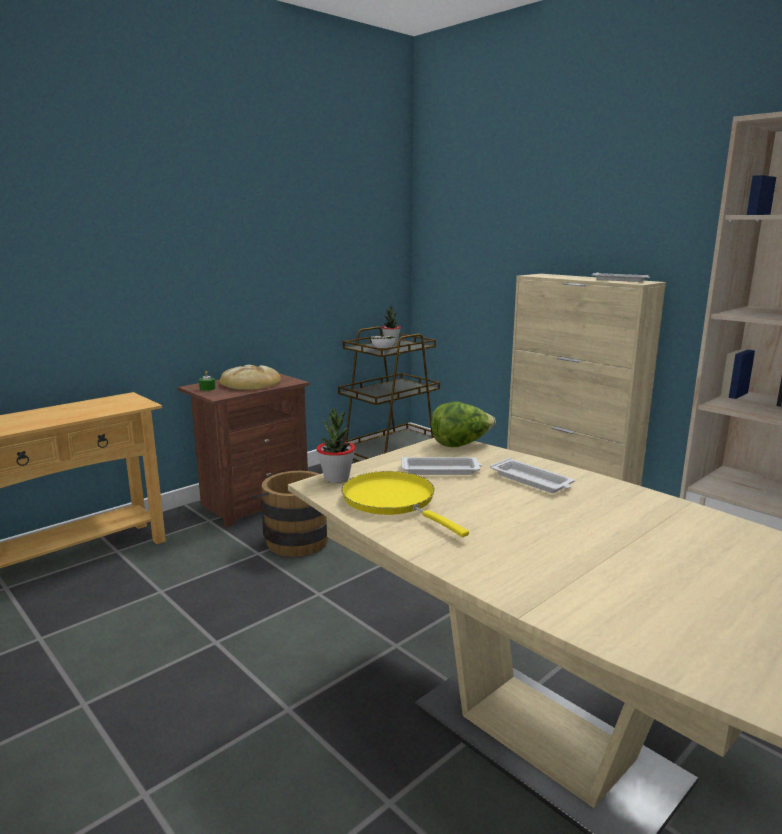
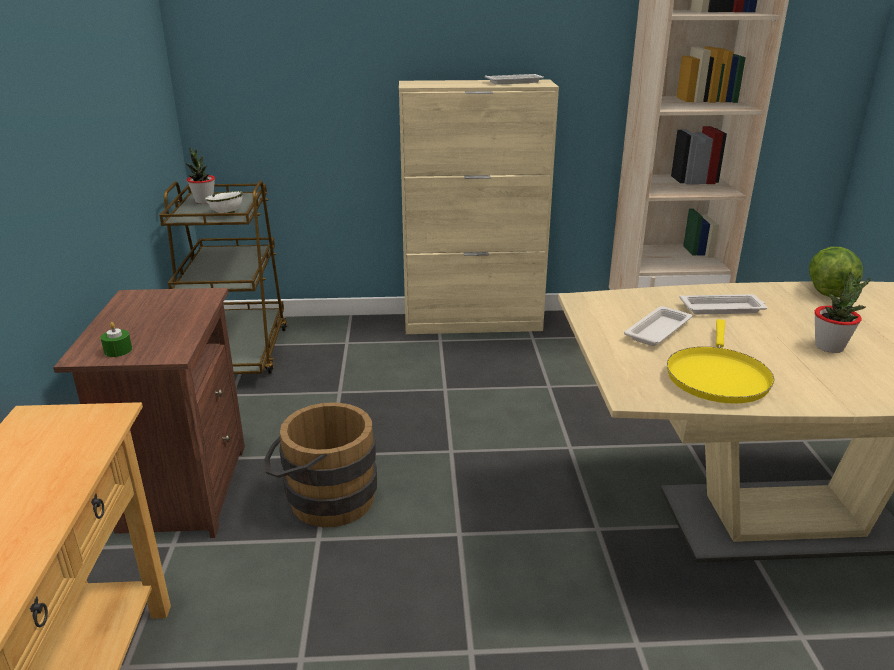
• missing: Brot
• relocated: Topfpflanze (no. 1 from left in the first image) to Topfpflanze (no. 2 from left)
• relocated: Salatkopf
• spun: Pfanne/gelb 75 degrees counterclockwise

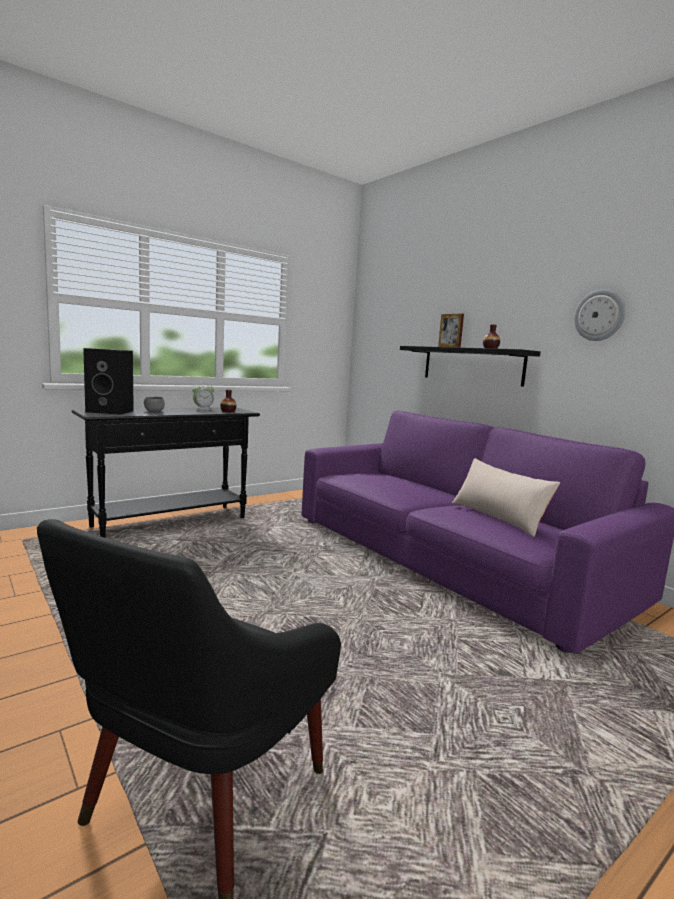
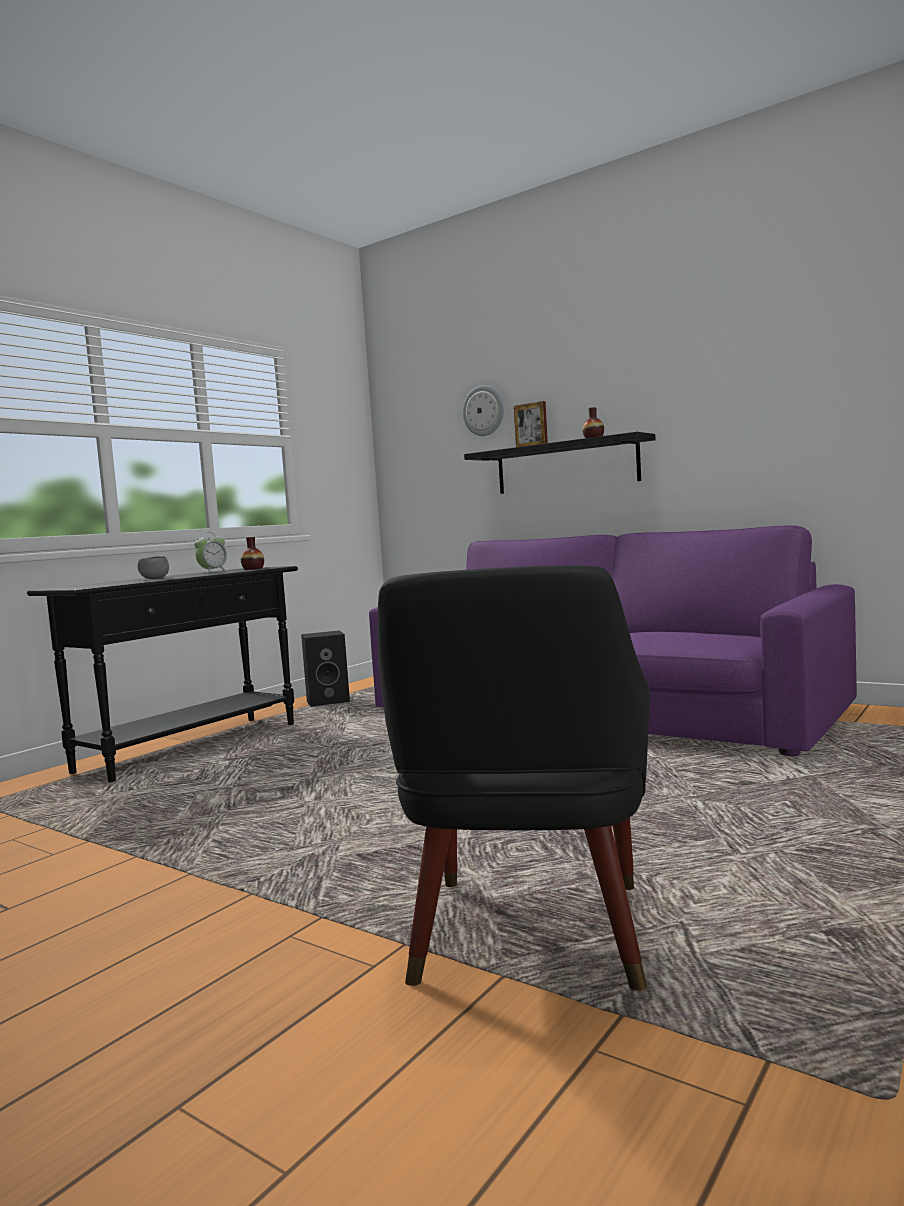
• missing: Kissen/beige
• relocated: Lautsprecher/schwarz
• relocated: Wanduhr

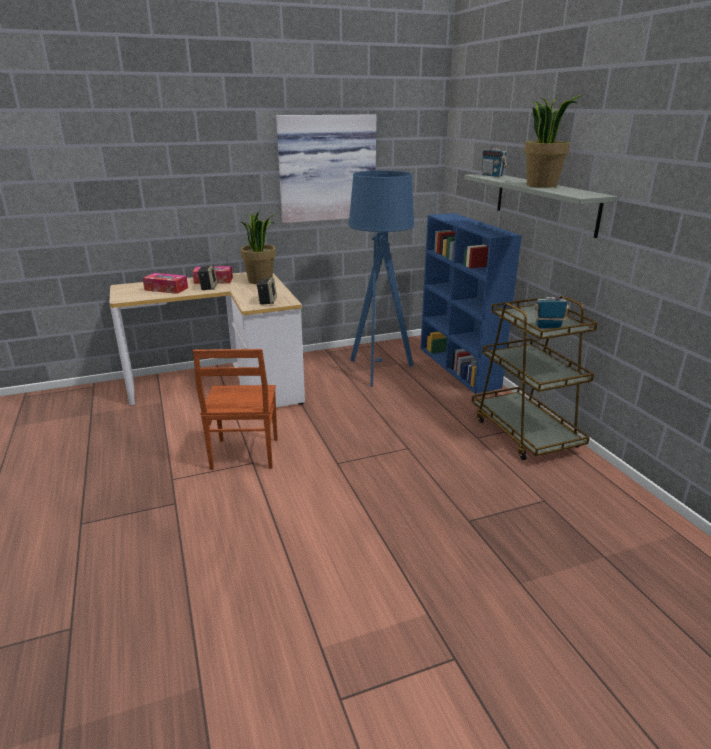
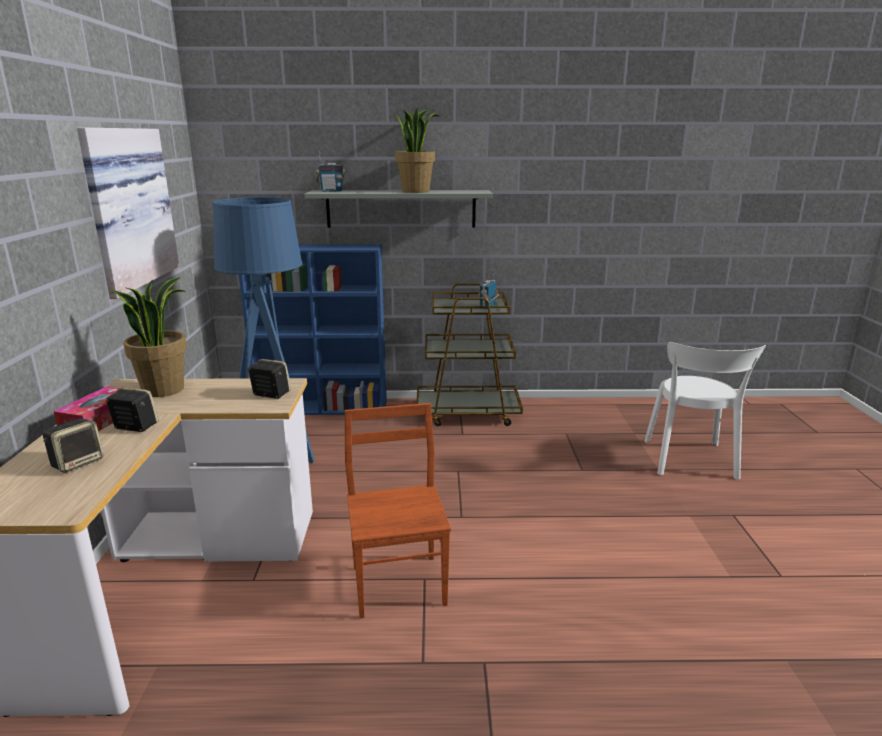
• appeared: Stuhl/weiß
• exchanged: Taschentuchbox (no. 1 from left) to Lautsprecher (no. 1 from left)
• spun: Stuhl/braun 120 degrees counterclockwise

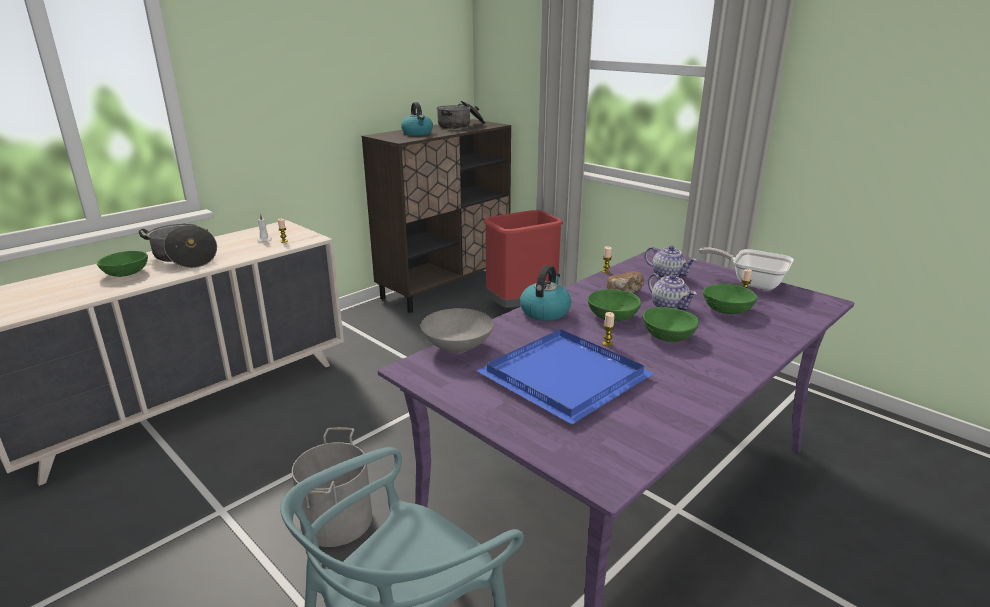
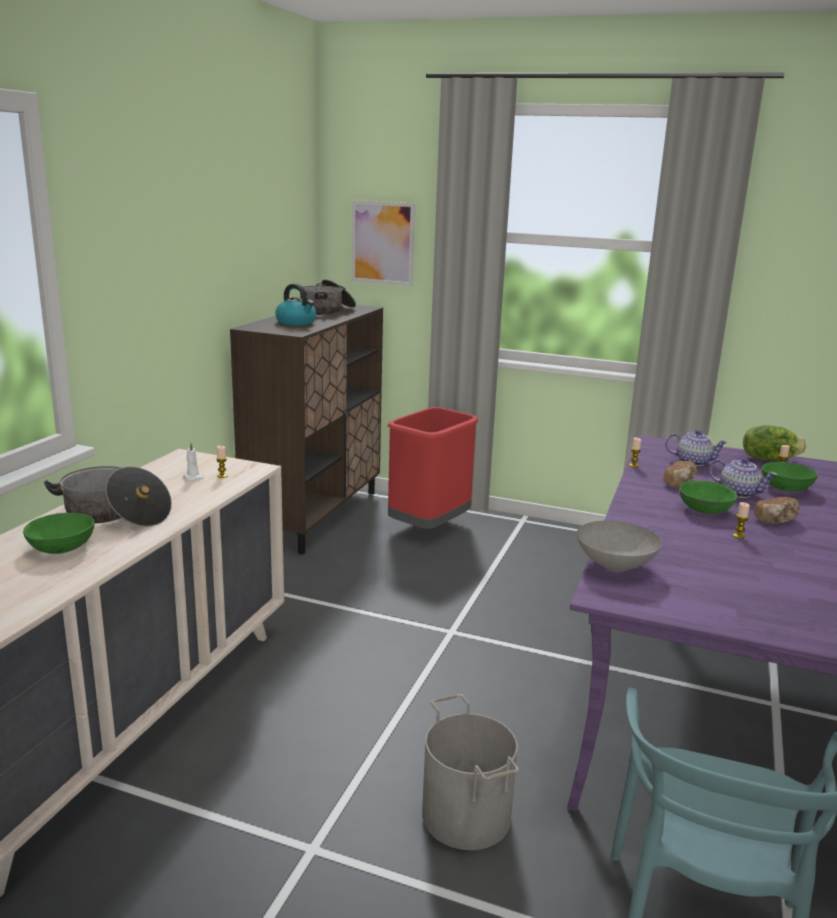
• missing: Tablett/blau
• missing: Wasserkessel (no. 2 from left)
• appeared: Bild
• exchanged: Schüssel/grün (no. 3 from left) to Brot (no. 2 from left)
• exchanged: Pfanne to Salatkopf

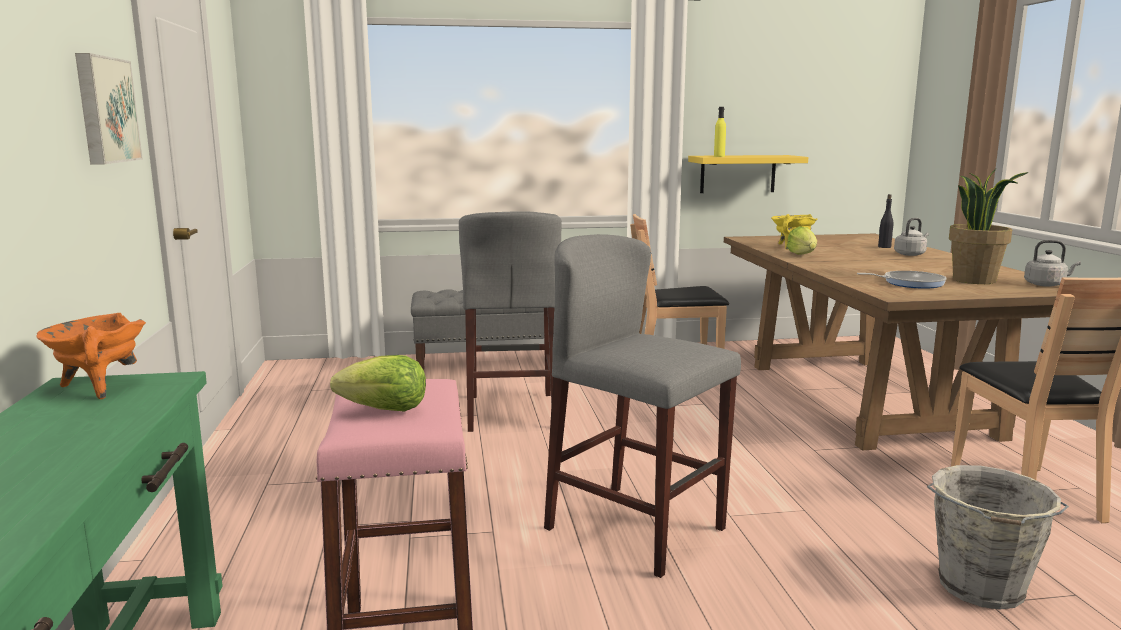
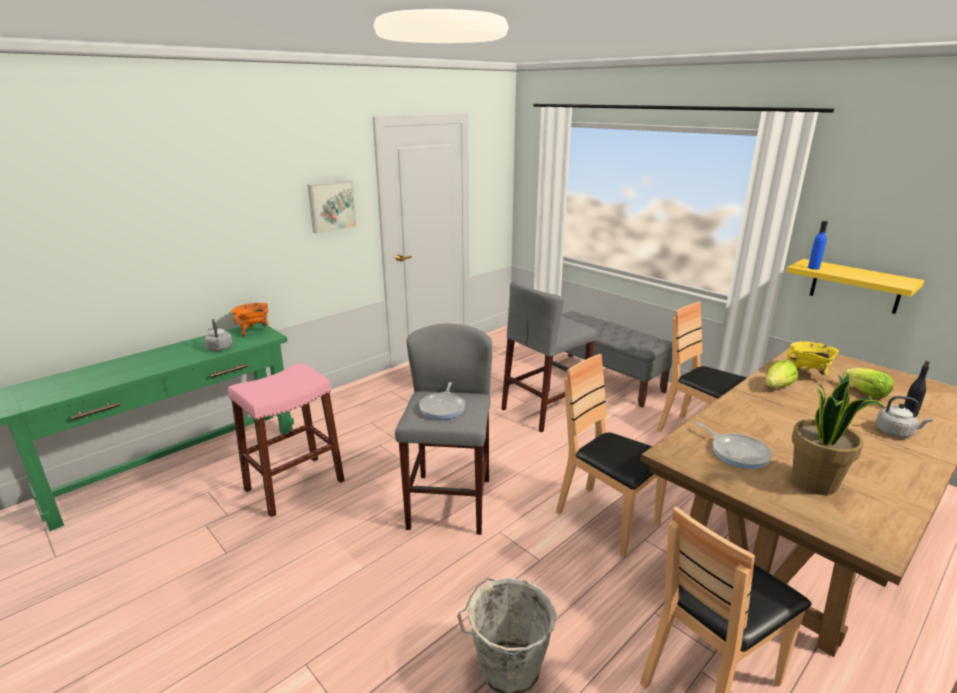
• appeared: Pfanne (no. 1 from left)
• appeared: Stuhl/braun (no. 1 from left)
• relocated: Salatkopf (no. 1 from left in the first image) to Salatkopf (no. 2 from left)
• relocated: Wasserkessel/grau (no. 2 from left in the first image) to Wasserkessel/grau (no. 1 from left)
• colour: Flasche/gelb to Flasche/blau

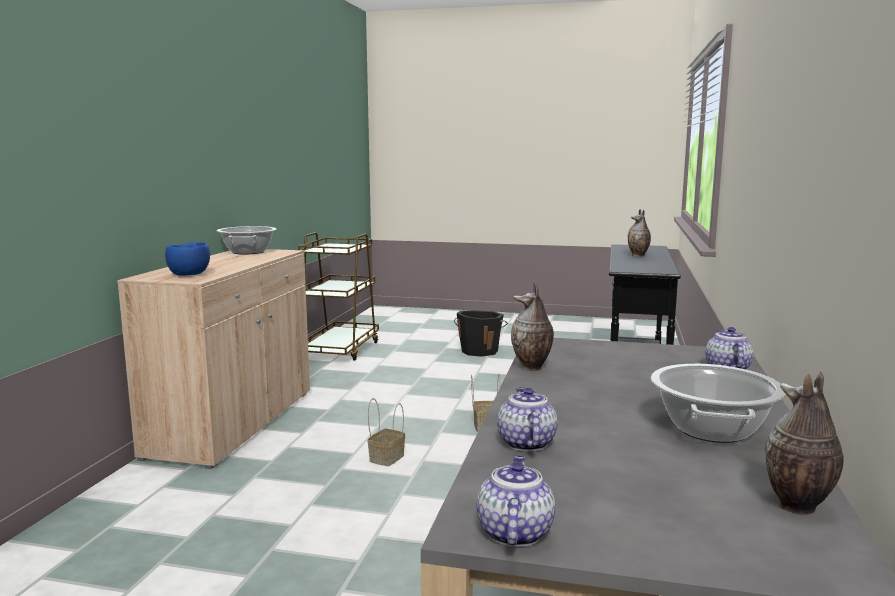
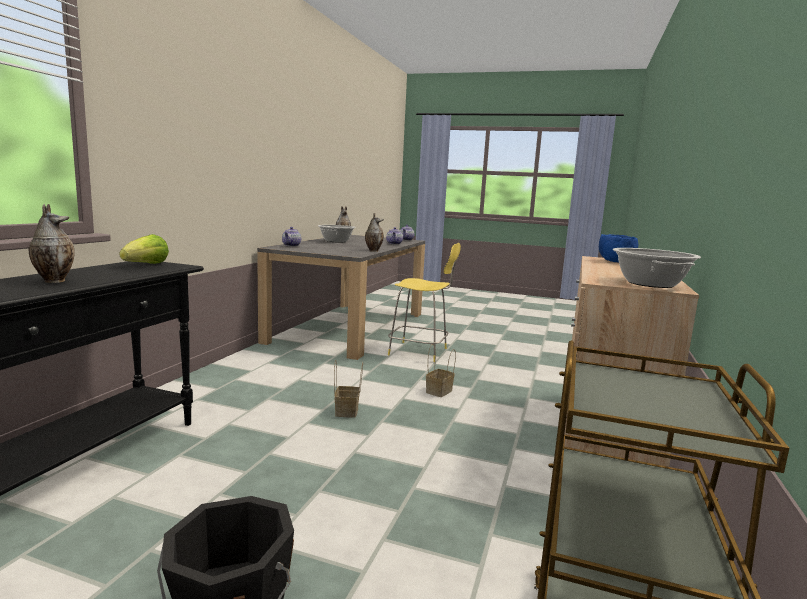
• appeared: Salatkopf
• appeared: Hocker/gelb

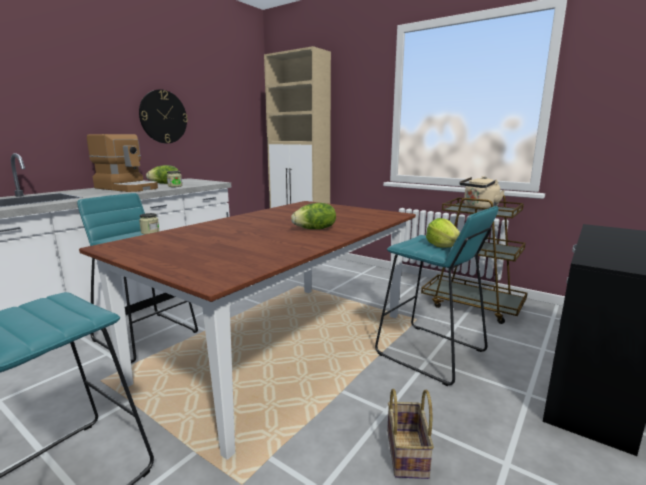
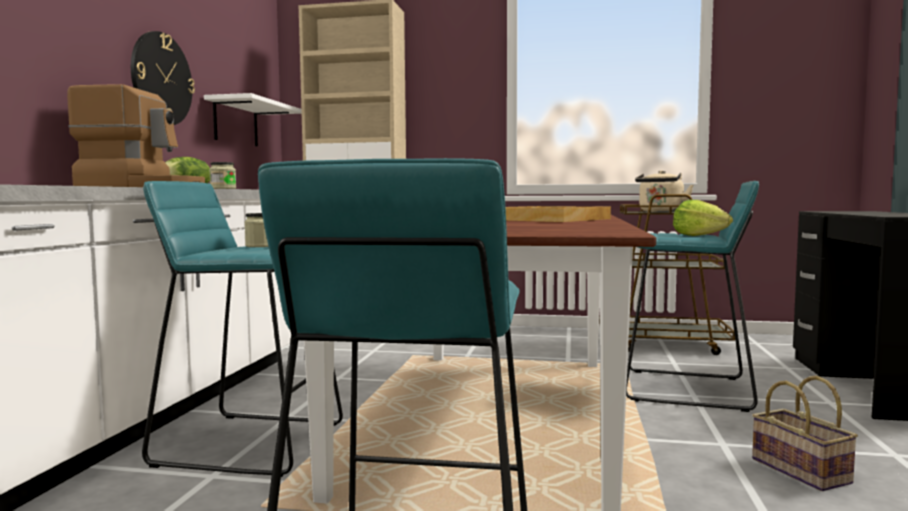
• appeared: Wandregal/weiß
• exchanged: Salatkopf (no. 2 from left) to Tablett/beige

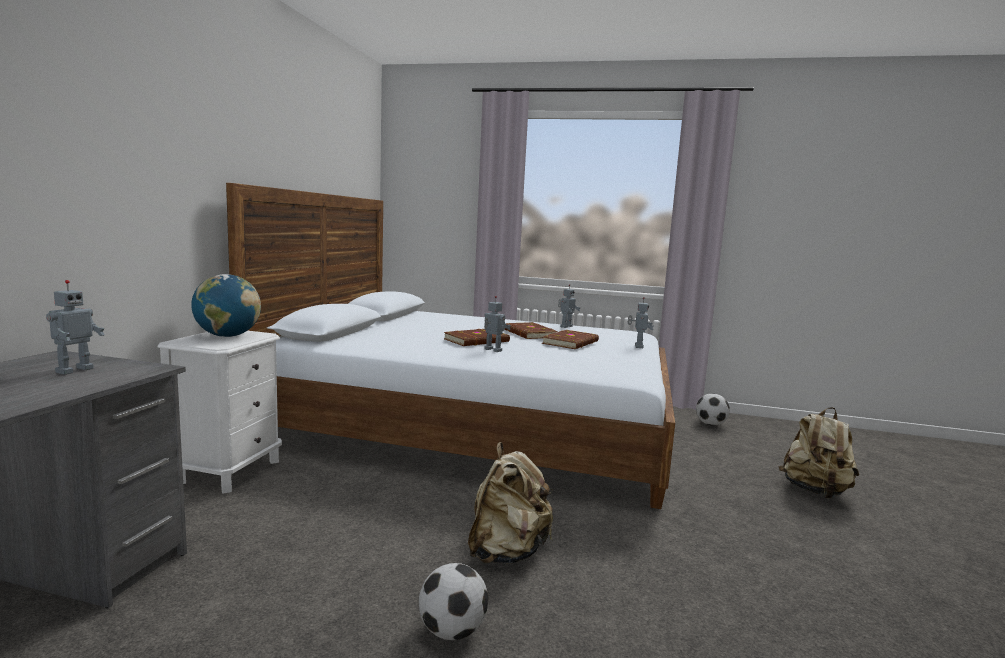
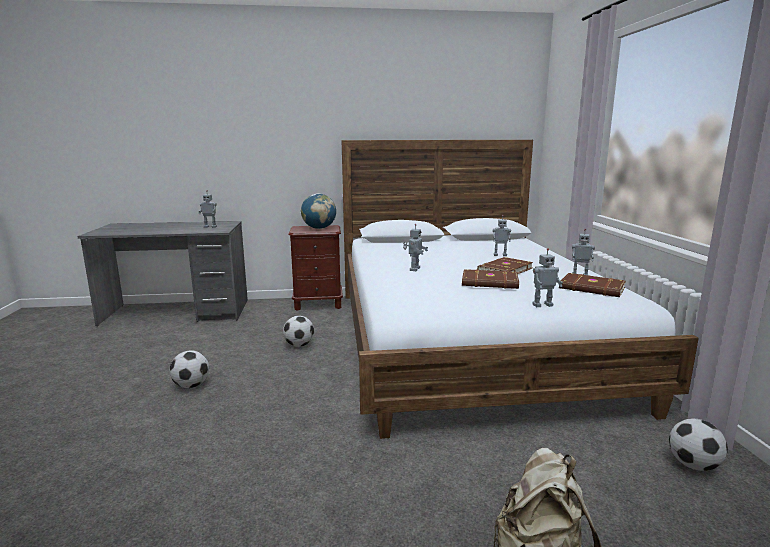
• missing: Rucksack/beige (no. 1 from left)
• appeared: Fußball (no. 2 from left)
• appeared: Spielzeugroboter (no. 3 from left)
• relocated: Buch/braun (no. 1 from left in the first image) to Buch/braun (no. 3 from left)
• colour: Nachttisch/weiß to Nachttisch/braun

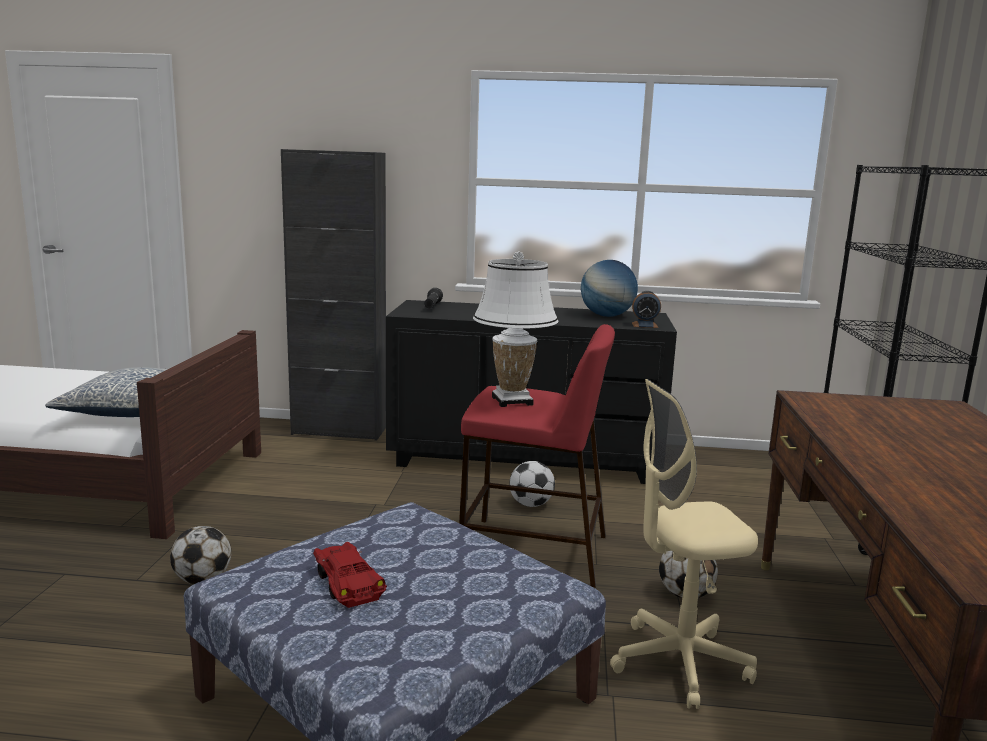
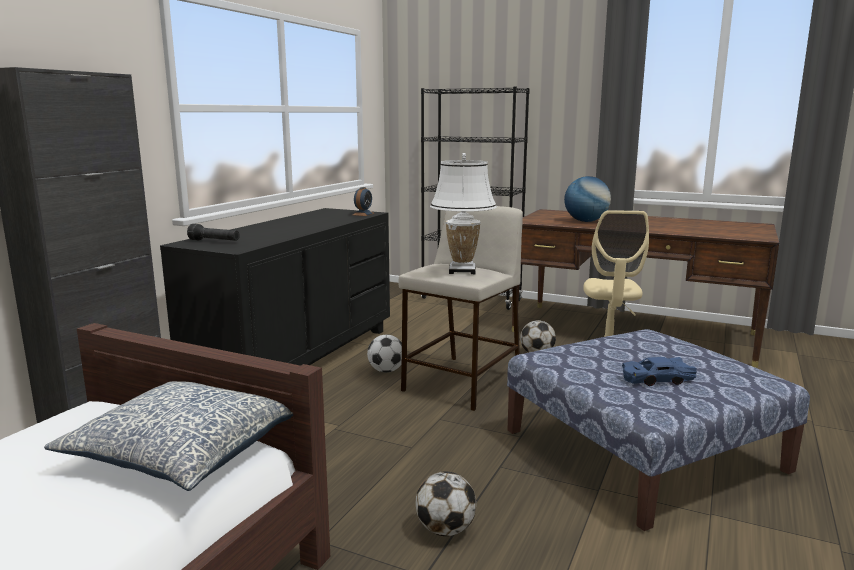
• relocated: Globus
• colour: Spielzeugauto/rot to Spielzeugauto/blau
• colour: Hocker/rot to Hocker/beige

